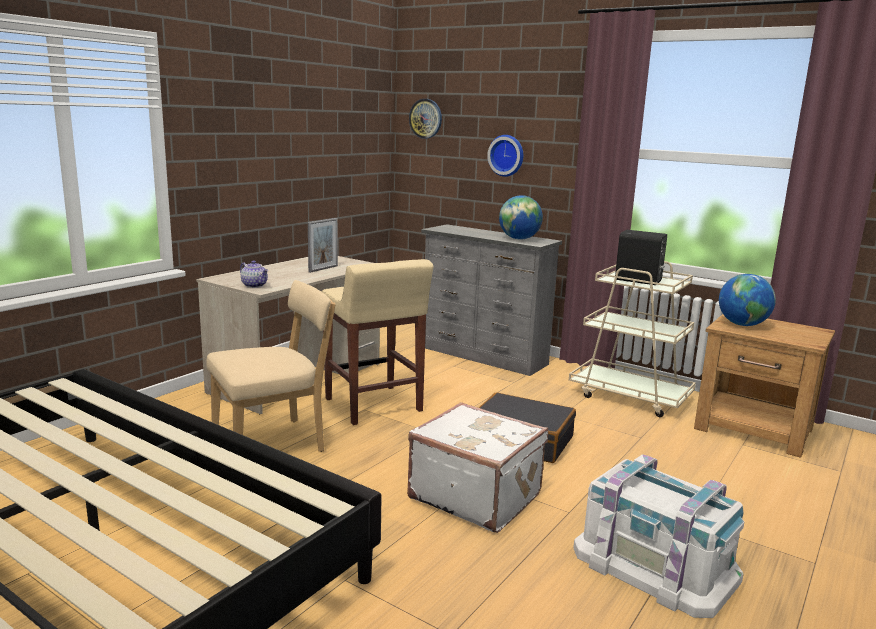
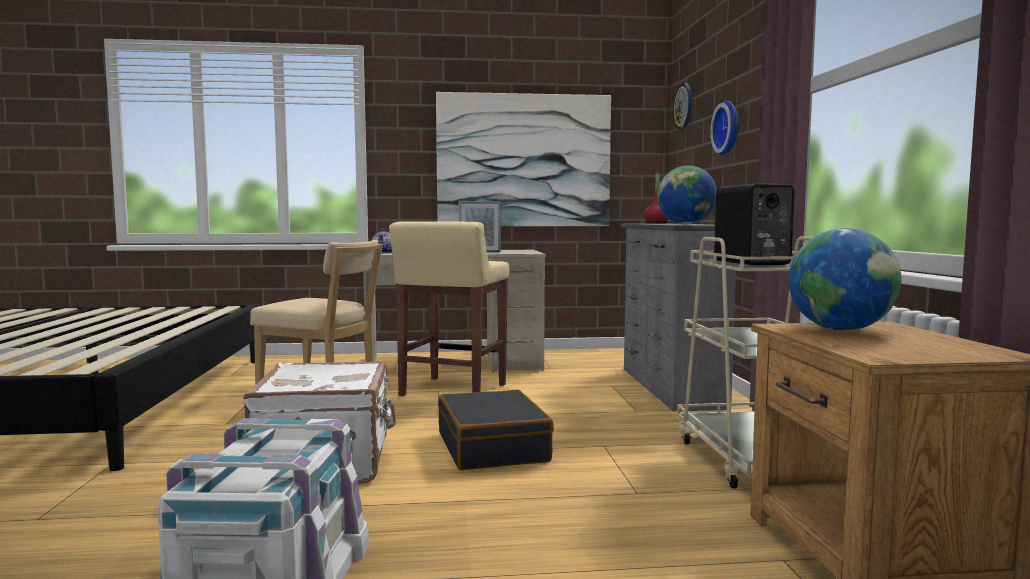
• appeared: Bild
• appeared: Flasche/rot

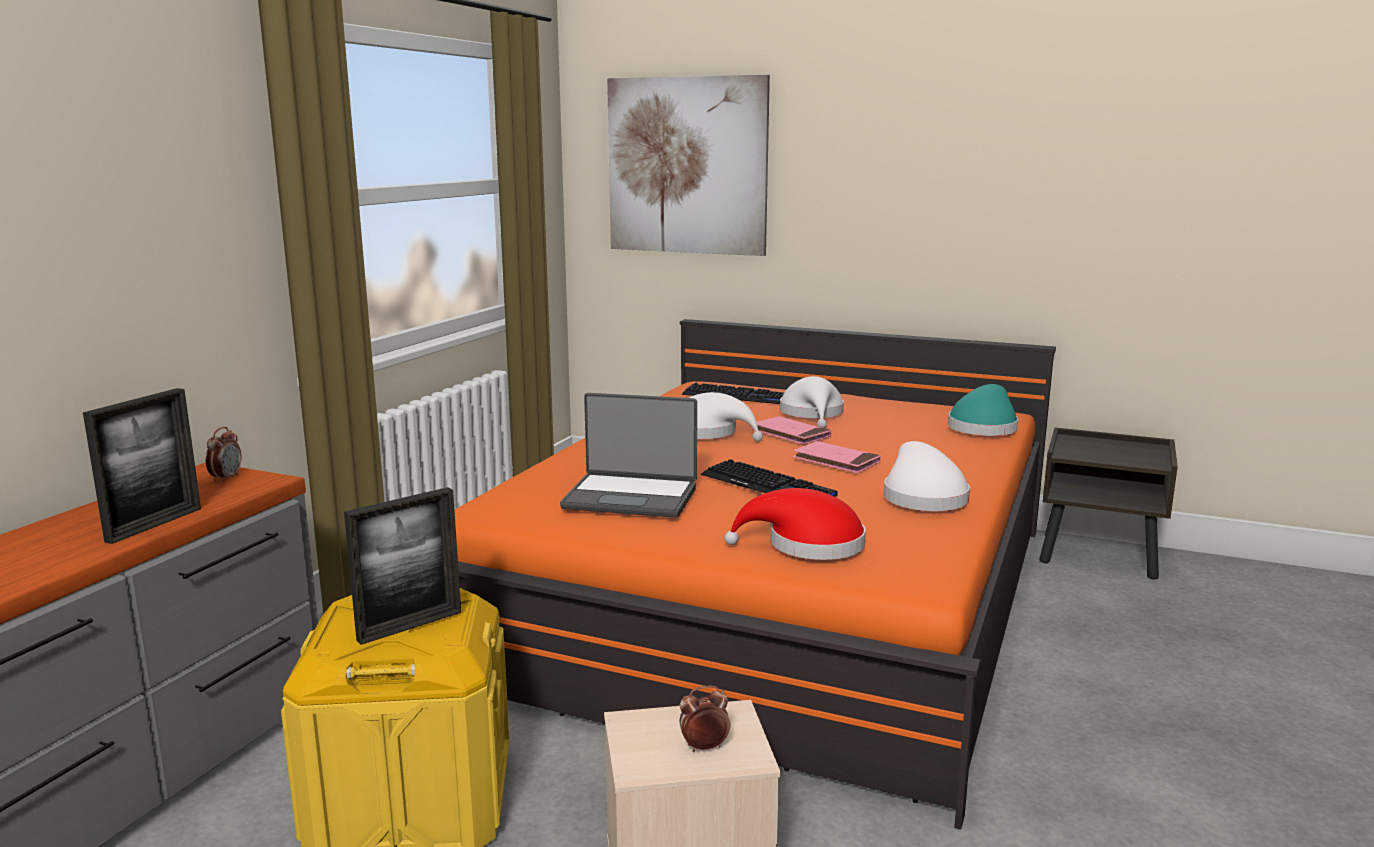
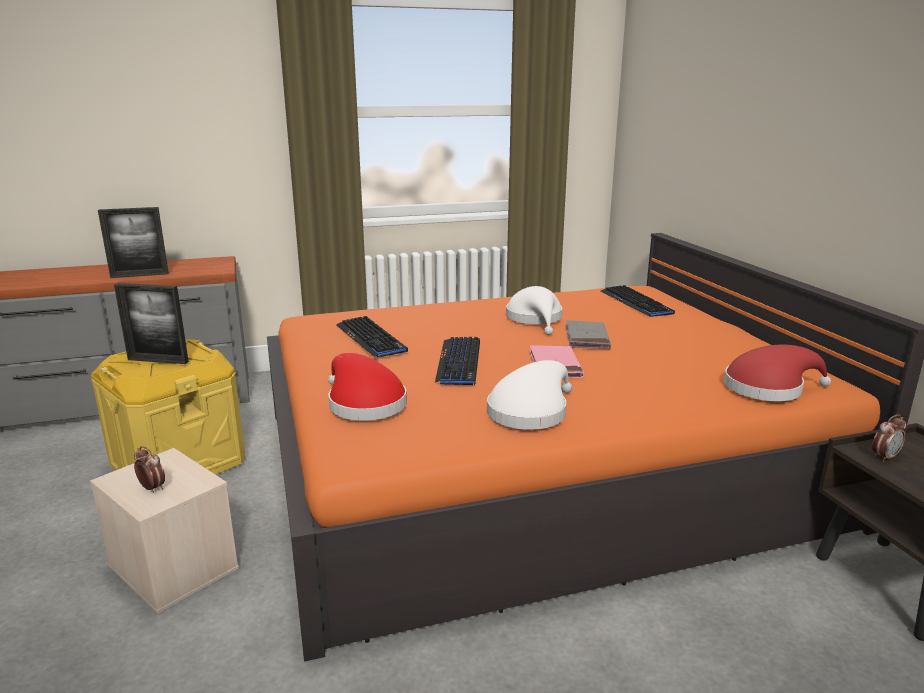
• missing: Bild
• missing: Hut/weiß (no. 2 from left)
• relocated: Wecker (no. 1 from left in the first image) to Wecker (no. 2 from left)
• exchanged: Laptop to Tastatur (no. 1 from left)
• colour: Buch/rosa (no. 1 from left) to Buch/grau
• colour: Hut/türkis to Hut/rot (no. 2 from left)

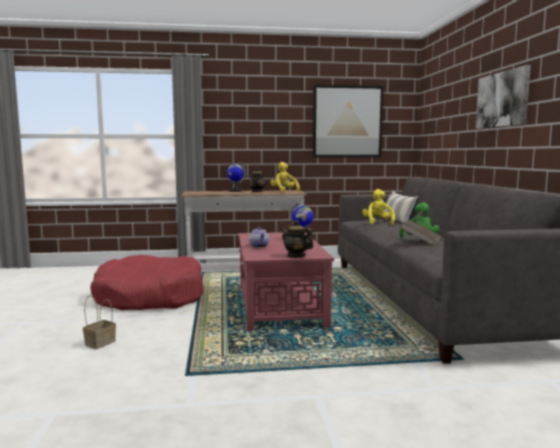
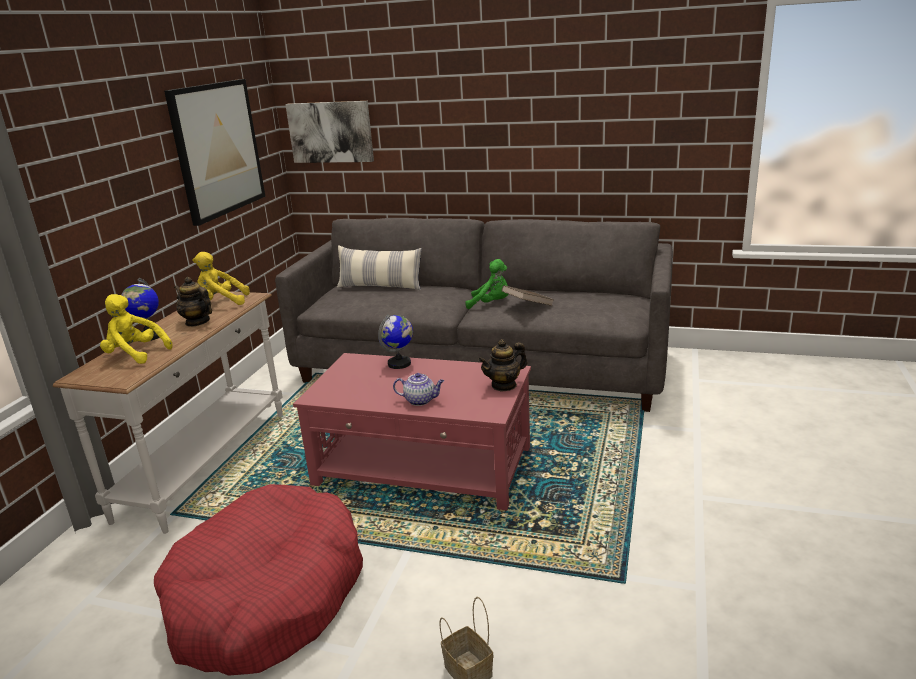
• relocated: Plüschtier/gelb (no. 2 from left in the first image) to Plüschtier/gelb (no. 1 from left)
• relocated: Bild (no. 2 from left)

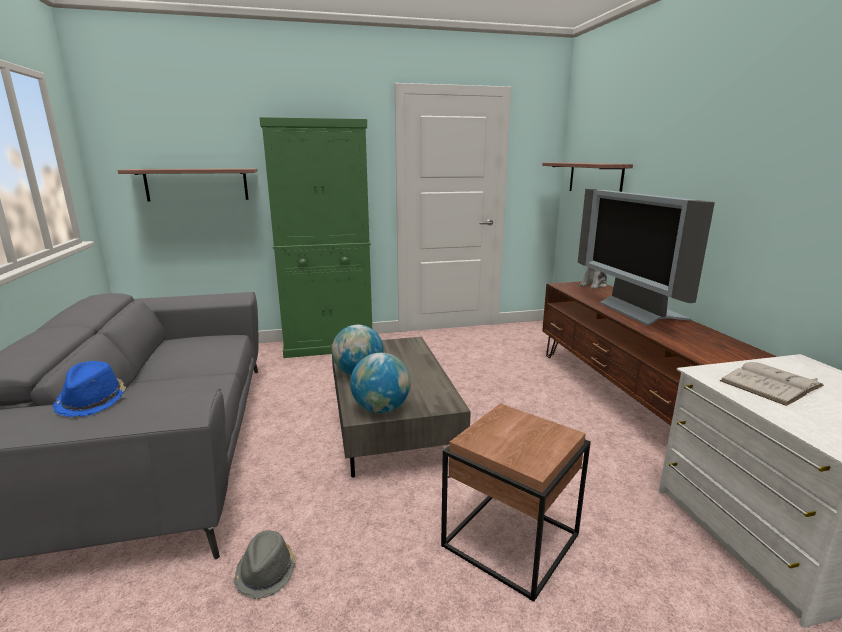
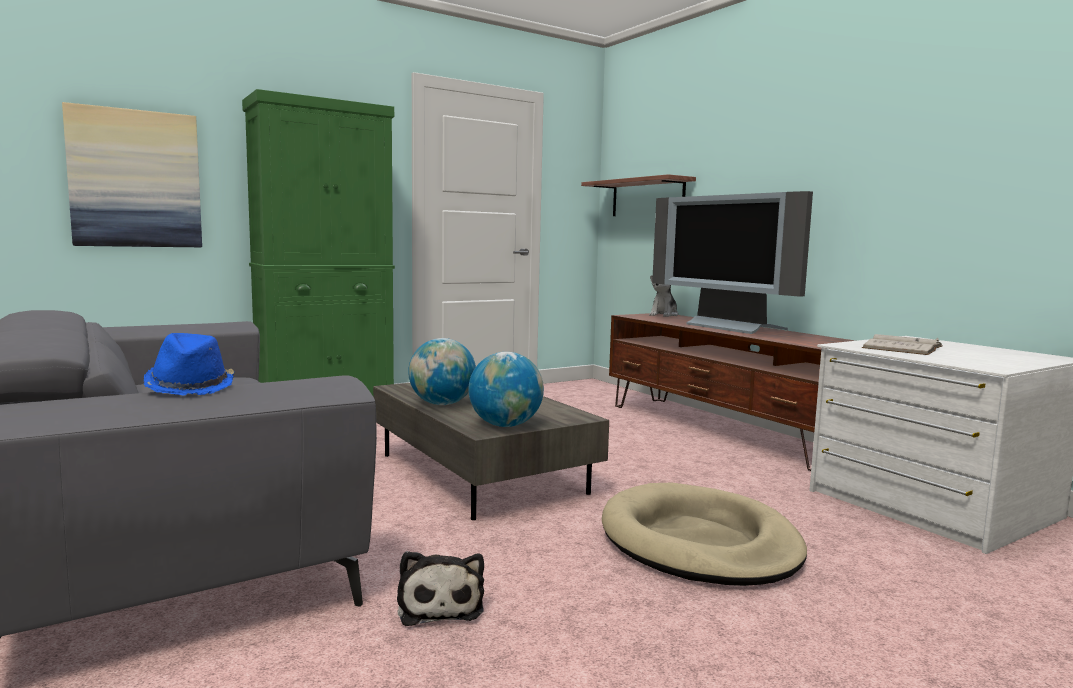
• exchanged: Wandregal (no. 1 from left) to Bild
• exchanged: Hut/grau to Plüschtier (no. 1 from left)
• exchanged: Beistelltisch/braun to Hundebett/beige

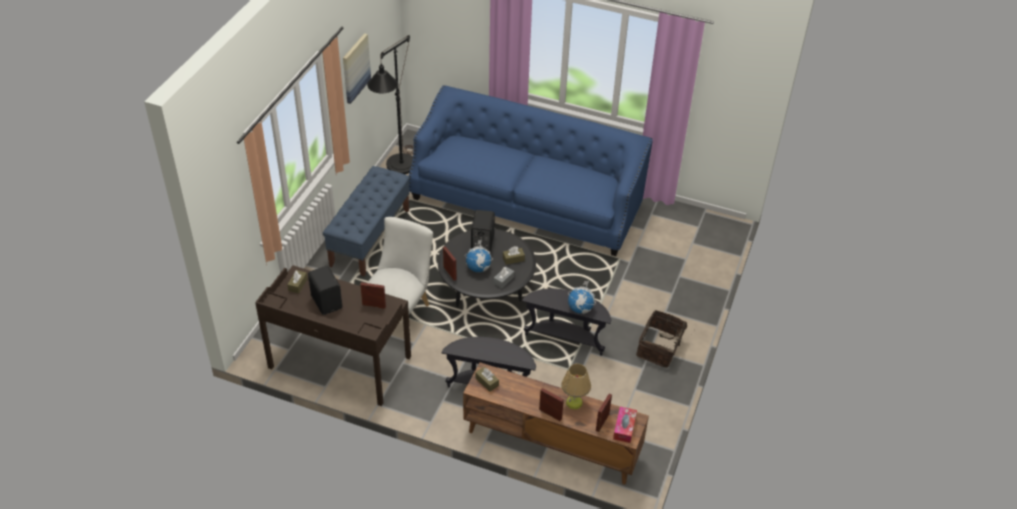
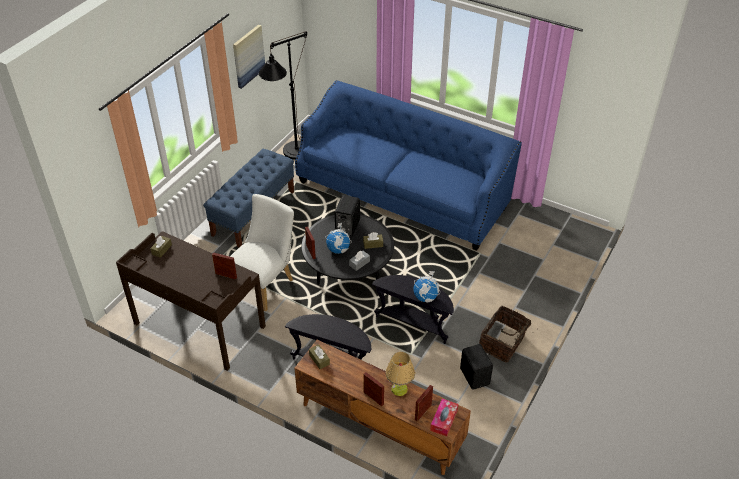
• relocated: Lautsprecher/schwarz (no. 1 from left in the first image) to Lautsprecher/schwarz (no. 2 from left)

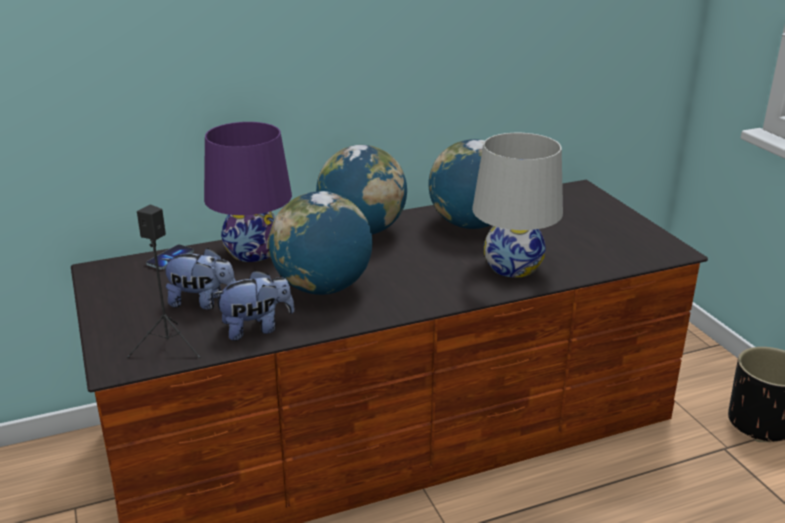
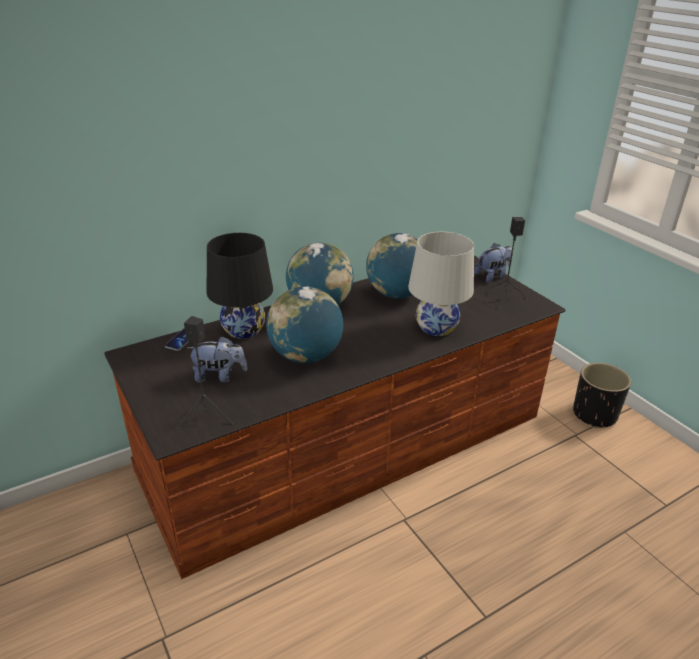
• appeared: Lautsprecher/schwarz (no. 2 from left)
• relocated: Plüschtier (no. 2 from left)
• colour: Tischlampe/lila to Tischlampe/schwarz

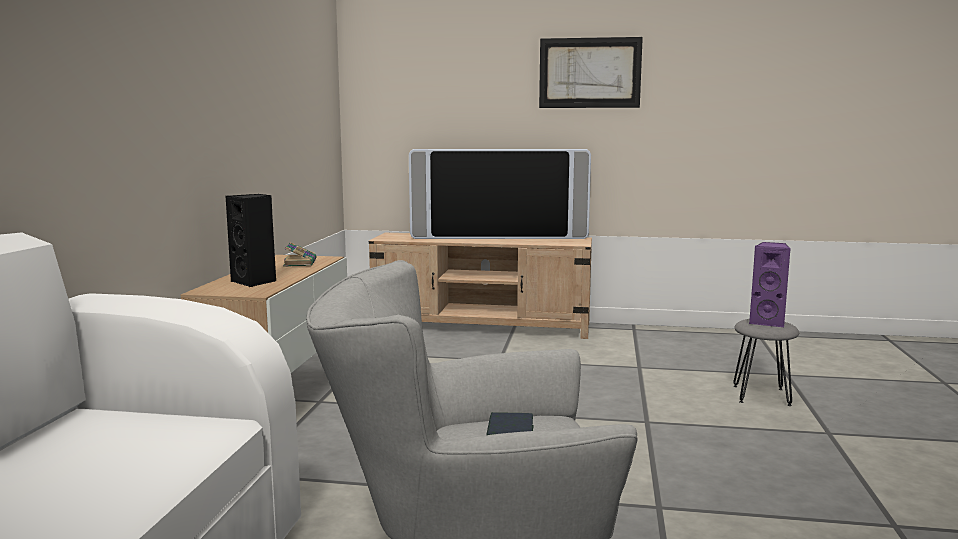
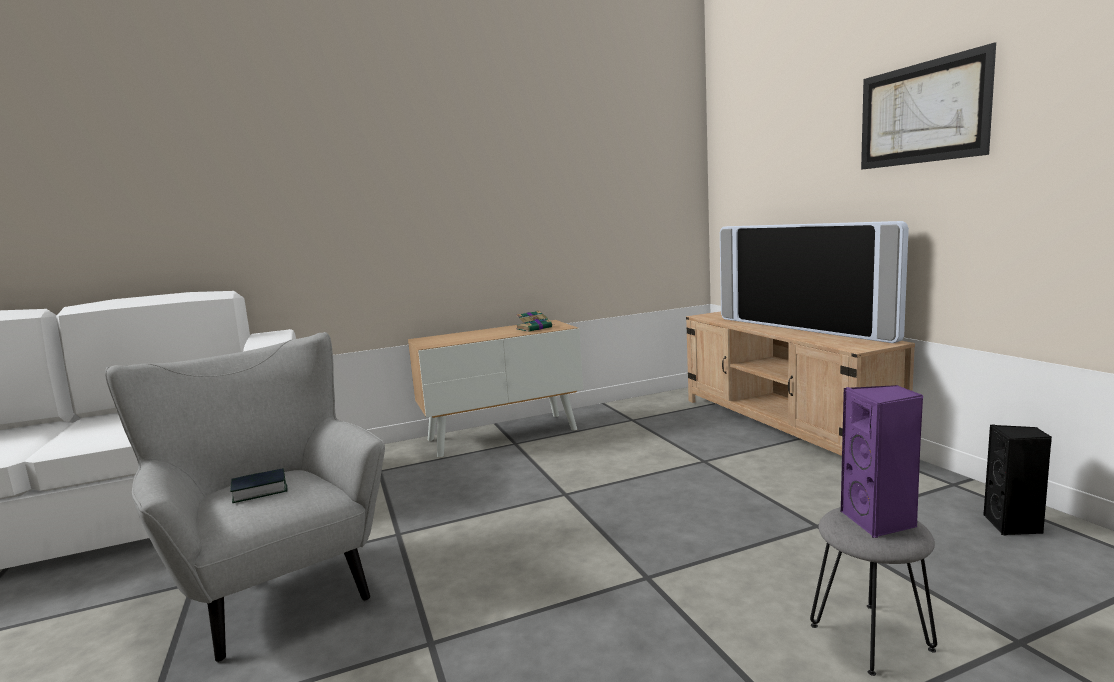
• relocated: Lautsprecher/schwarz

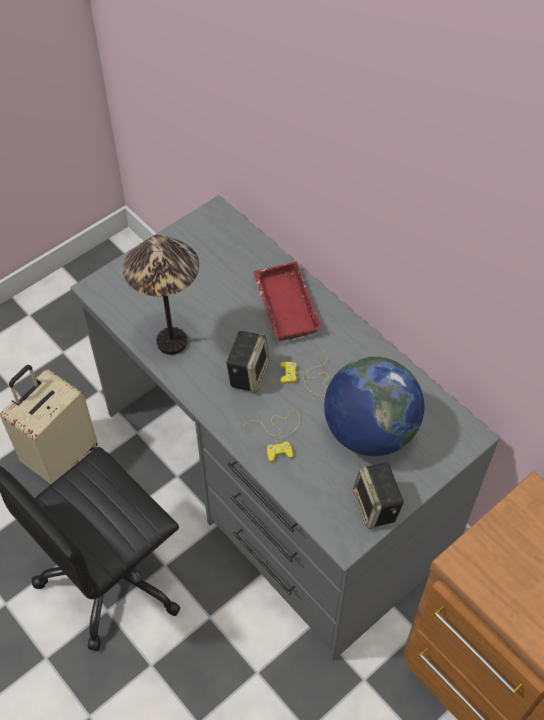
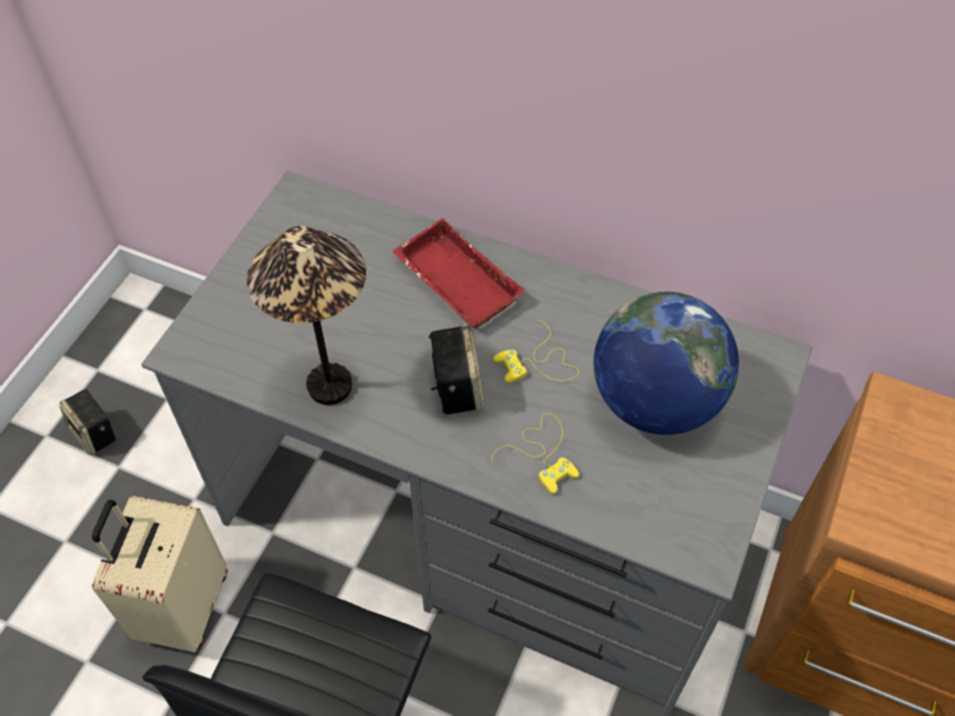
• relocated: Lautsprecher (no. 2 from left in the first image) to Lautsprecher (no. 1 from left)

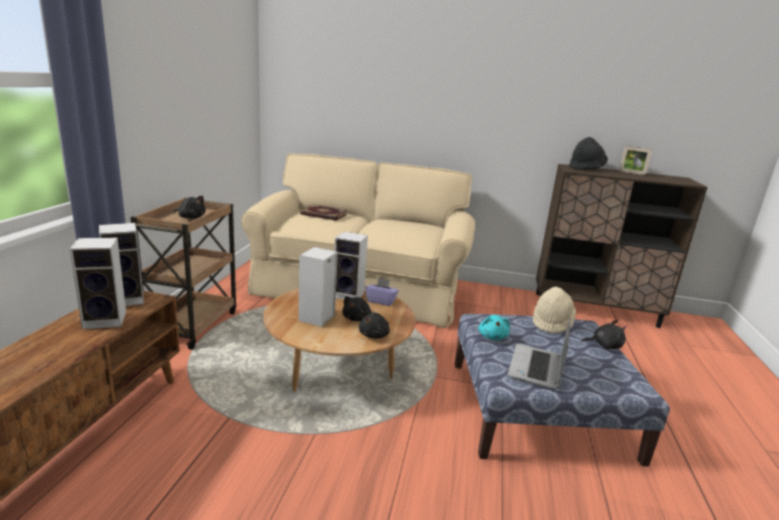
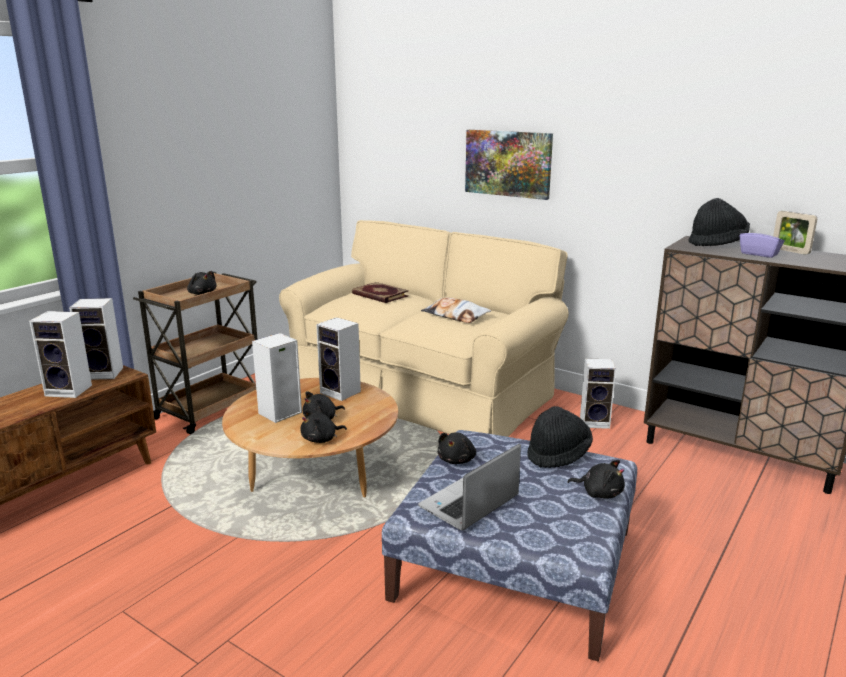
• appeared: Kissen
• appeared: Bild
• appeared: Lautsprecher (no. 5 from left)
• relocated: Taschentuchbox/lila
• colour: Plüschtier/türkis to Plüschtier/schwarz (no. 4 from left)
• colour: Hut/beige to Hut/schwarz (no. 1 from left)

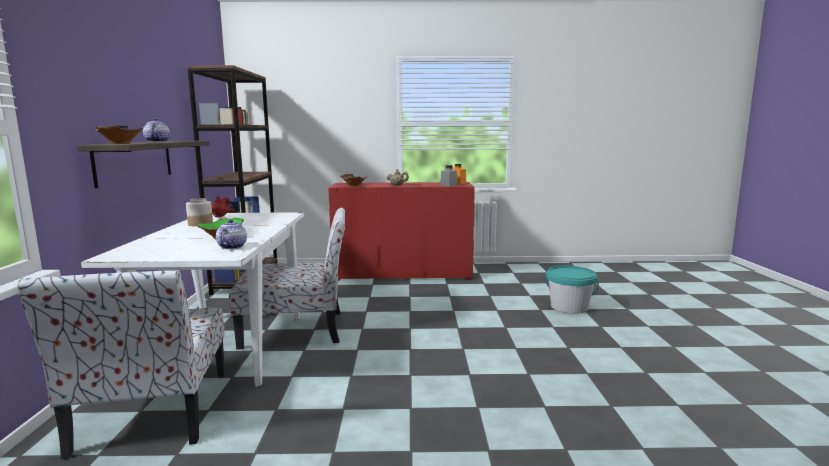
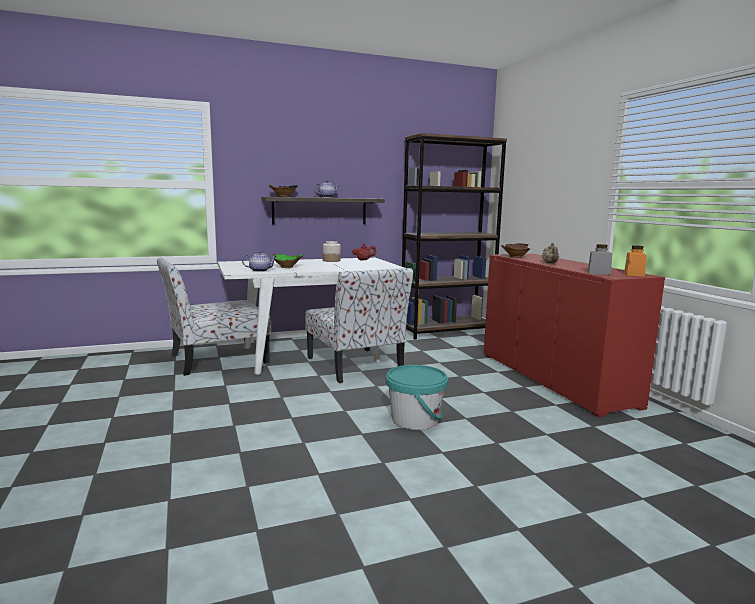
• relocated: Eimer/türkis

